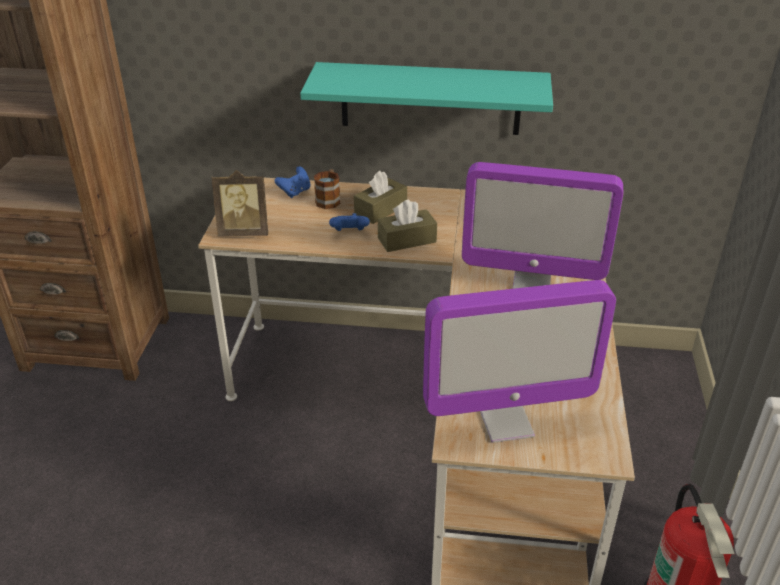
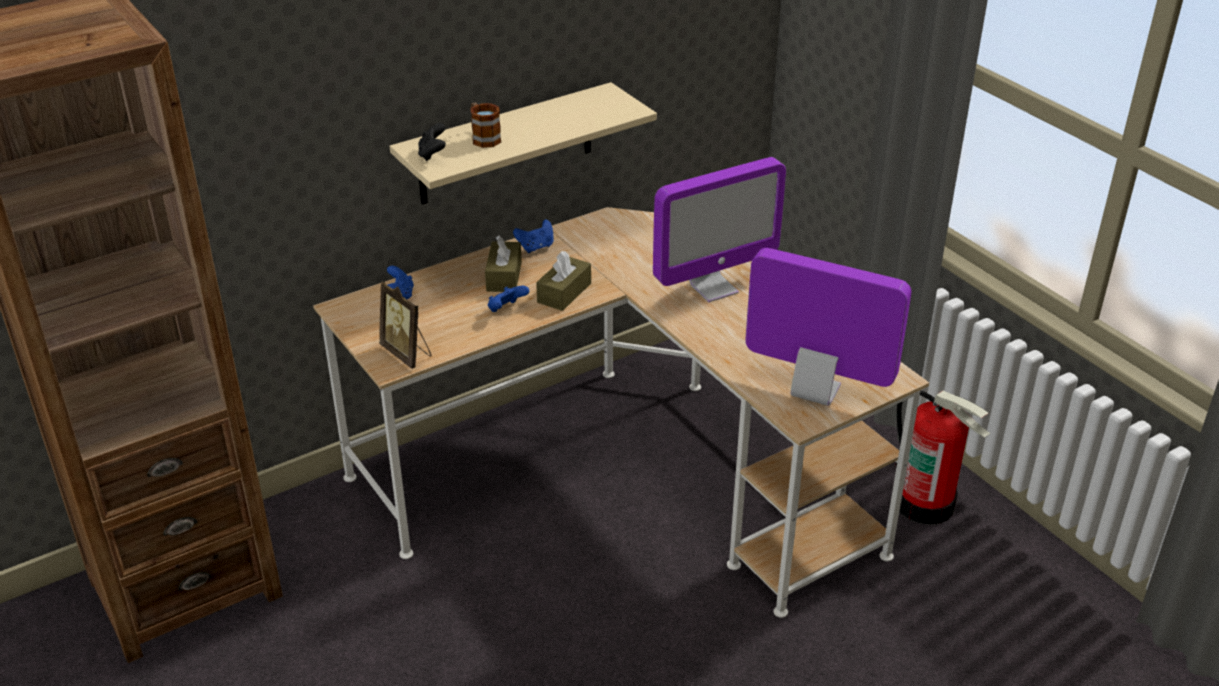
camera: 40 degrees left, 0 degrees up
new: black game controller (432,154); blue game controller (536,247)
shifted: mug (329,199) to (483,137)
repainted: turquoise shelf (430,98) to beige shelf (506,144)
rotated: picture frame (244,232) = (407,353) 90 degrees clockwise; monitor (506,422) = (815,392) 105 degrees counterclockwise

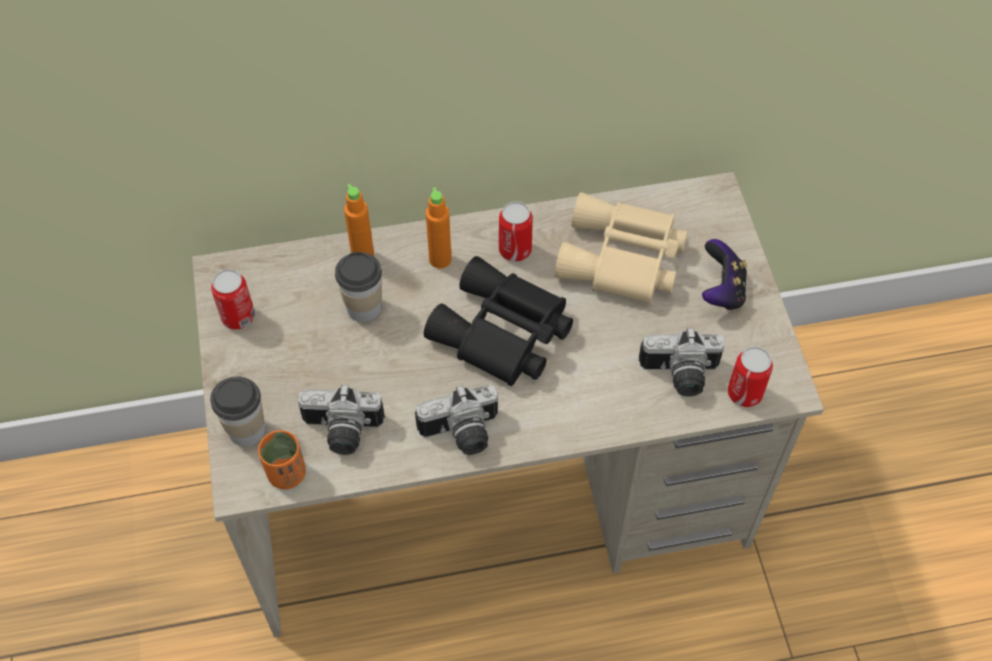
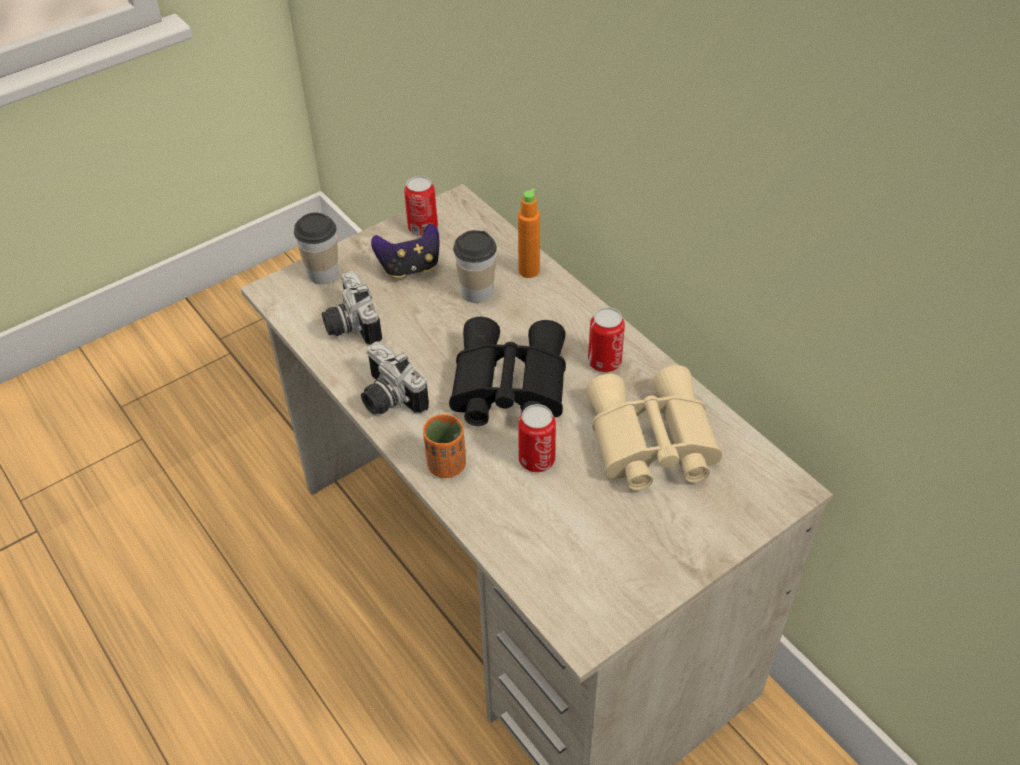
camera: 65 degrees right, 10 degrees down
gone: orange bottle (440,259); photo camera (680,376)
shifted: orange cup (286,473) to (446,465); game controller (721,291) to (410,268); can (744,393) to (536,460)

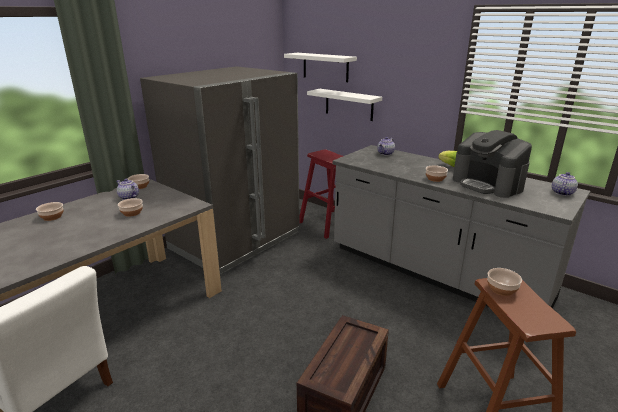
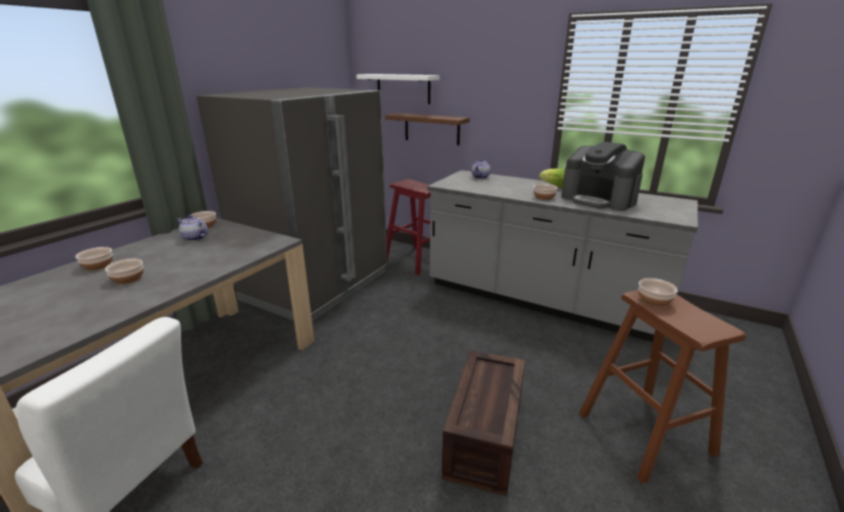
camera: 10 degrees left, 0 degrees up
gone: teapot (561,192)
shifted: bowl (131,213) to (128,279)
repainted: white shelf (349,104) to brown shelf (432,129)

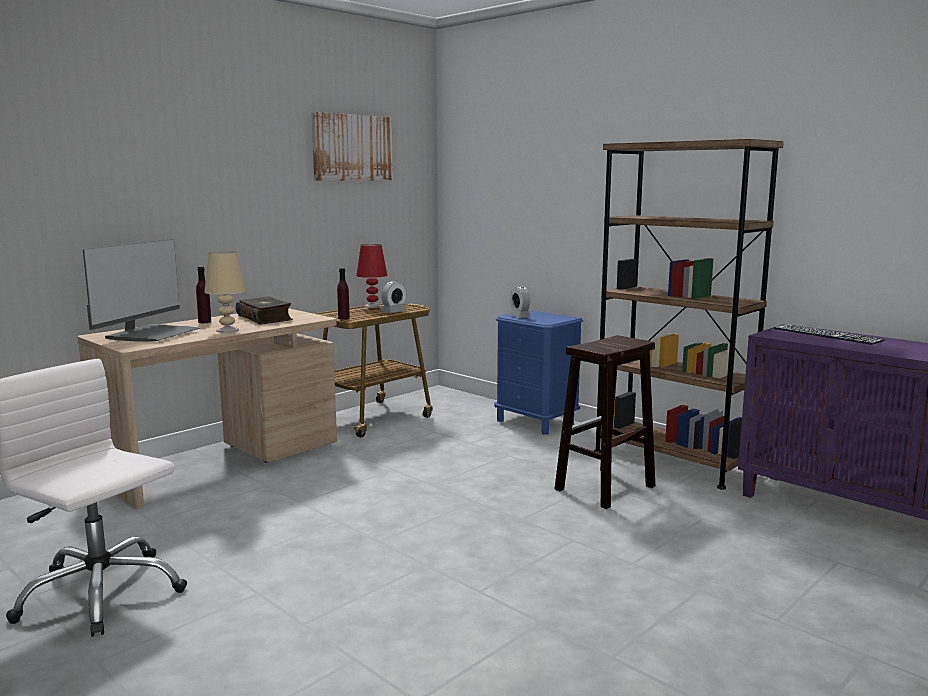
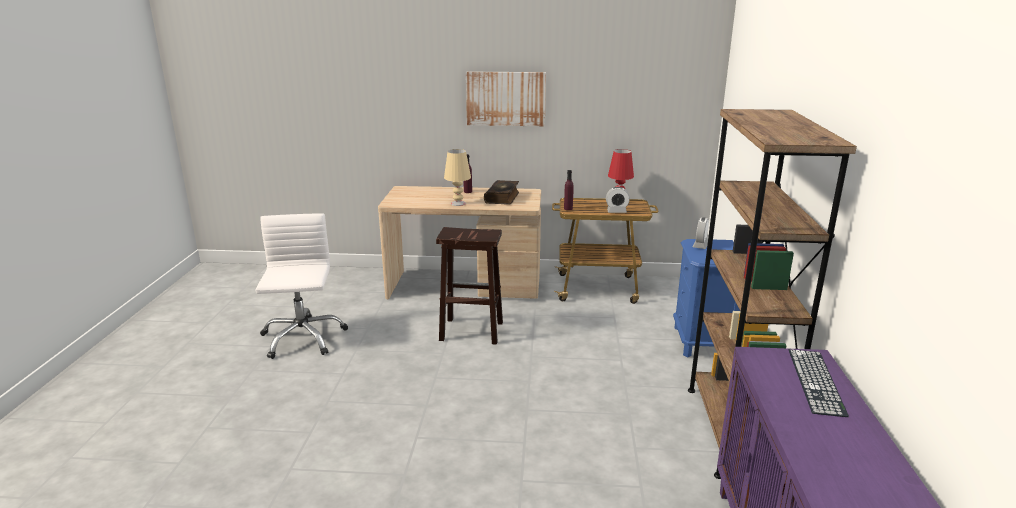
camera: 50 degrees right, 10 degrees up
gone: monitor (151,334)
shifted: picture (352,148) to (506,98); brown stool (604,488) to (470,331)

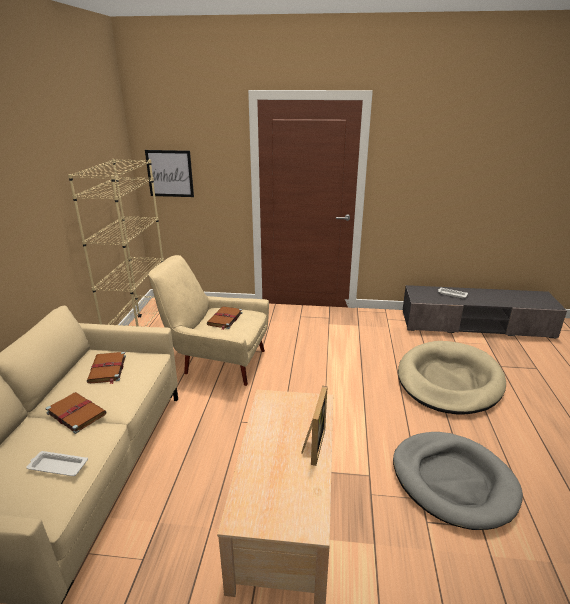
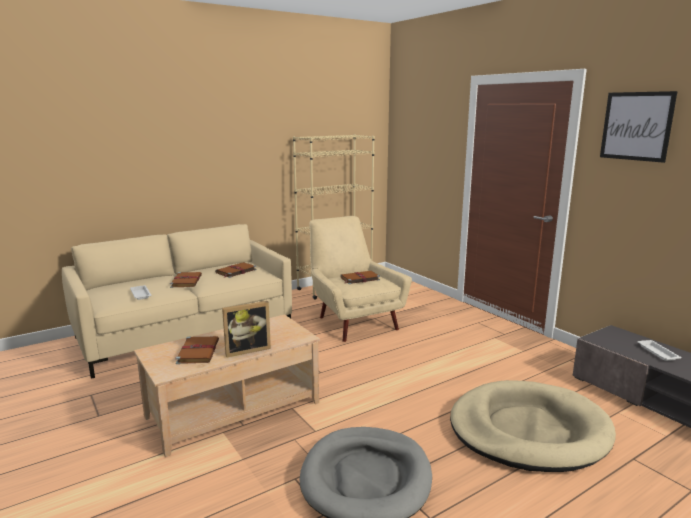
camera: 50 degrees right, 10 degrees down
new: brown book (198,351)
shifted: picture (170,173) to (636,126)

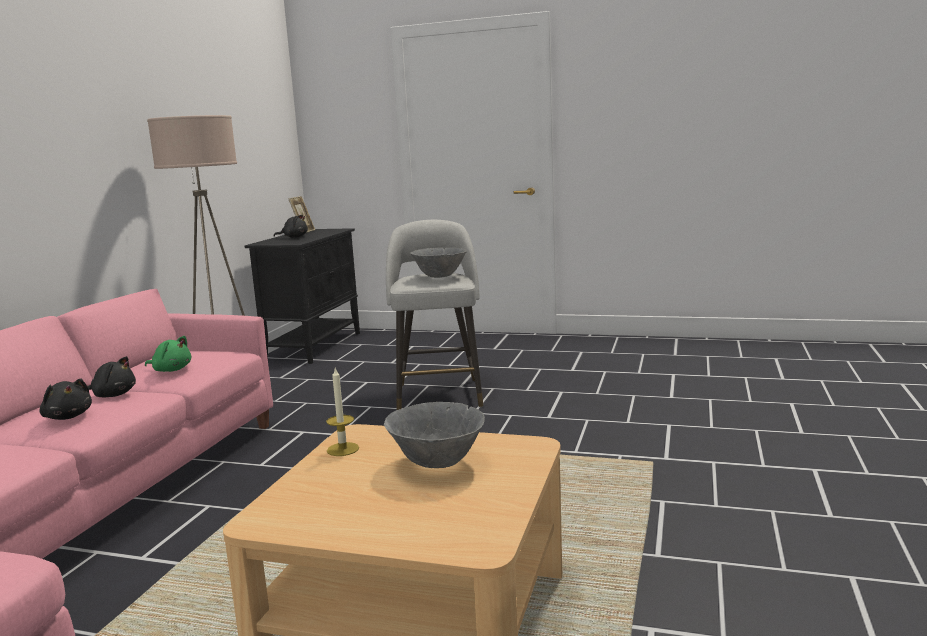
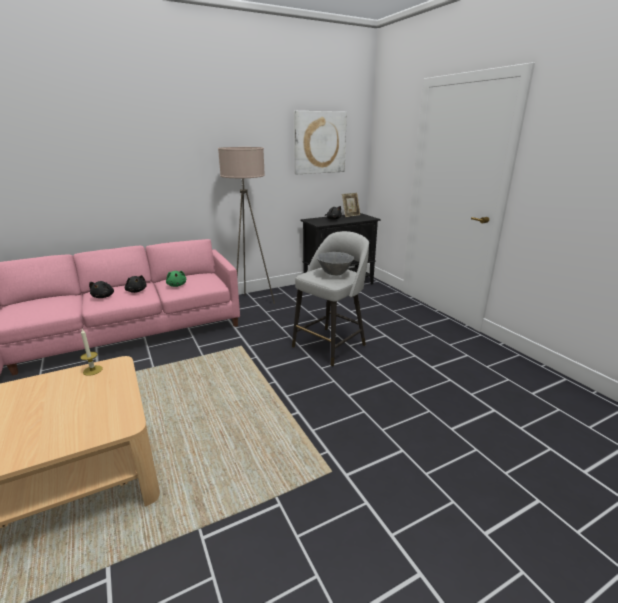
camera: 45 degrees right, 10 degrees up
gone: grey bowl (437,464)
new: picture (319,142)

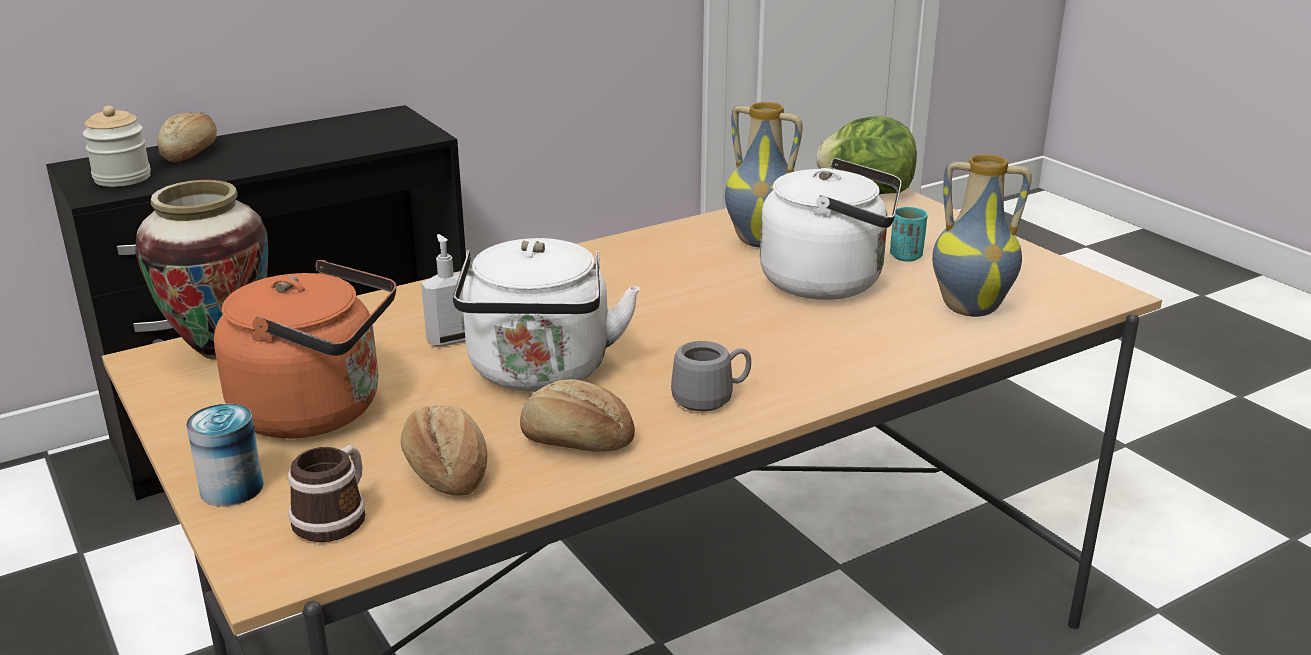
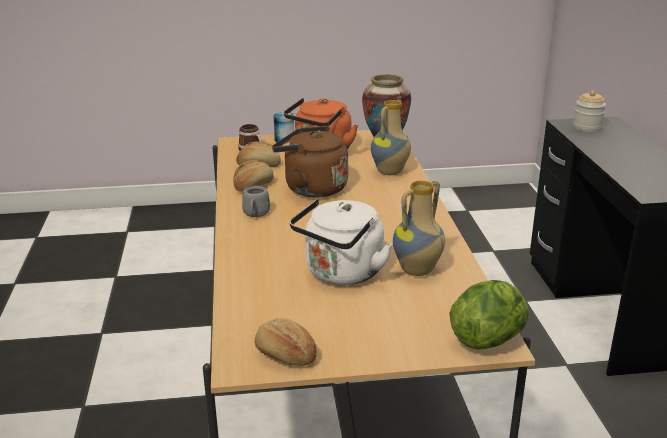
camera: 115 degrees right, 0 degrees up
gone: soap dispenser (450,339); turquoise cup (906,256)
shifted: bread (191,152) to (285,355); vase (970,308) to (390,172)
repainted: white kettle (540,373) to brown kettle (312,188)

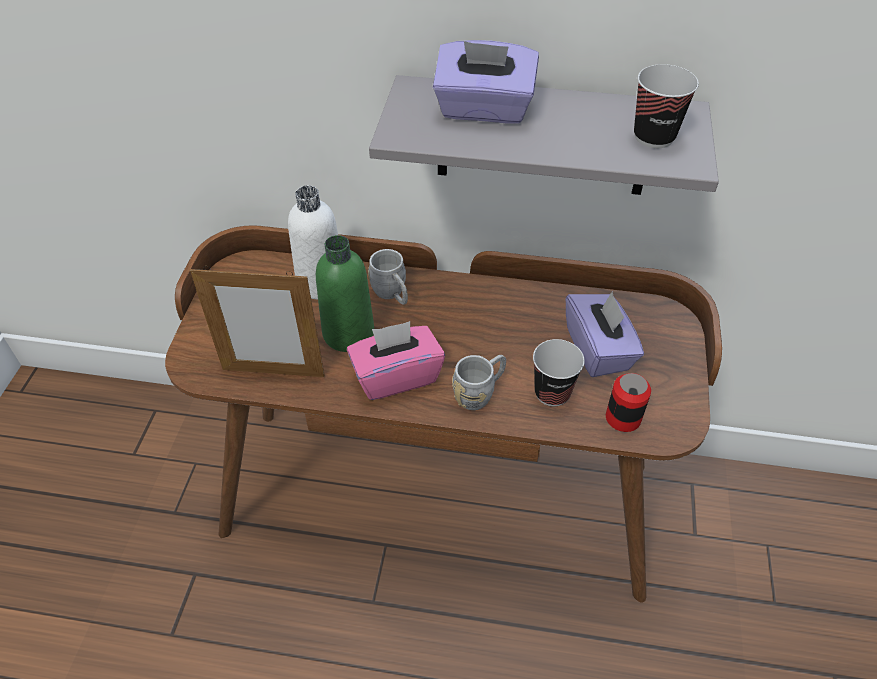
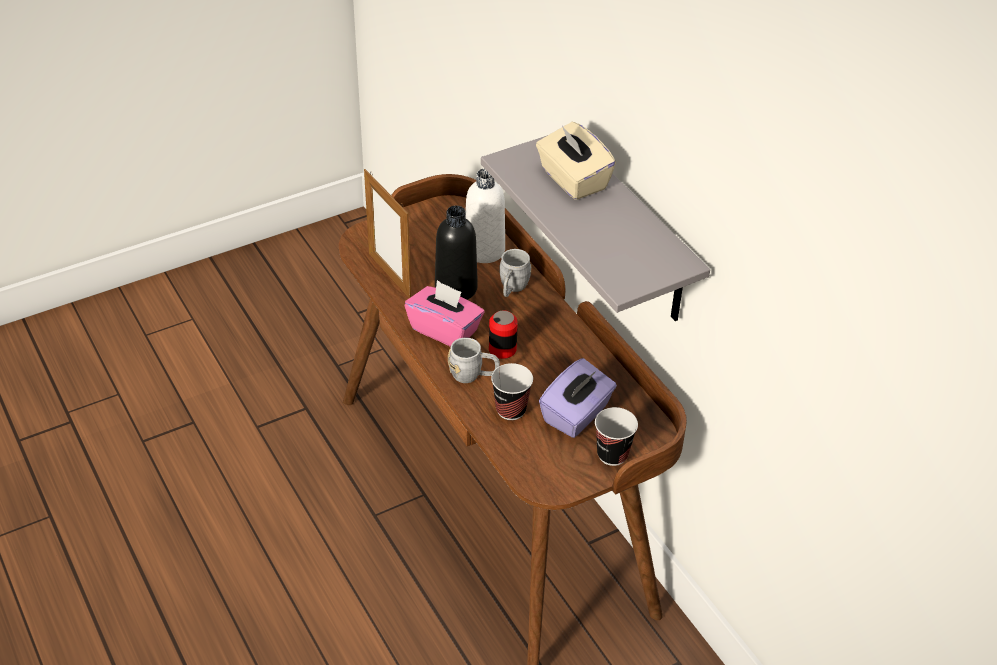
camera: 50 degrees right, 5 degrees down
shifted: can (623,418) to (502,349); cup (654,137) to (612,454)
repainted: green bottle (348,333) to black bottle (456,288); purple tissue box (484,110) to beige tissue box (572,180)

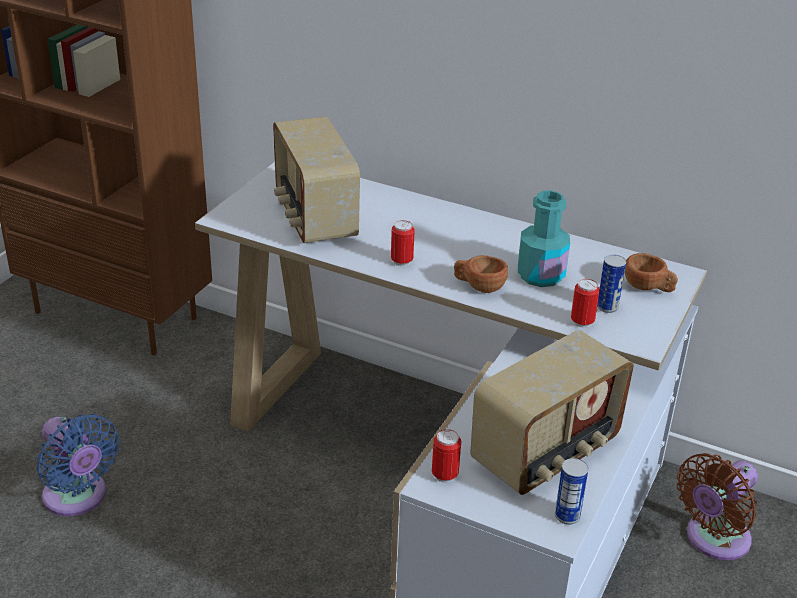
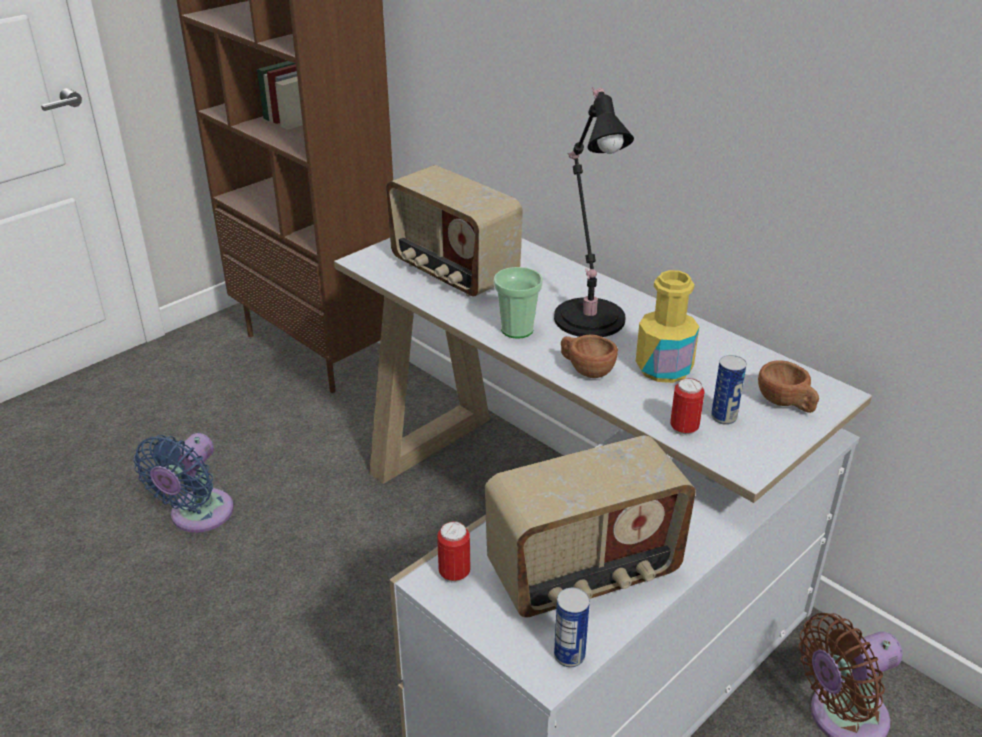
camera: 20 degrees right, 0 degrees up
new: black table lamp (588,315)
swapped: can (401,261) to cup (517,330)
repainted: turquoise bottle (540,275) to yellow bottle (664,368)
rotated: blue fan (78,498) = (198,516) 45 degrees clockwise; radio (314,218) = (453,272) 45 degrees counterclockwise

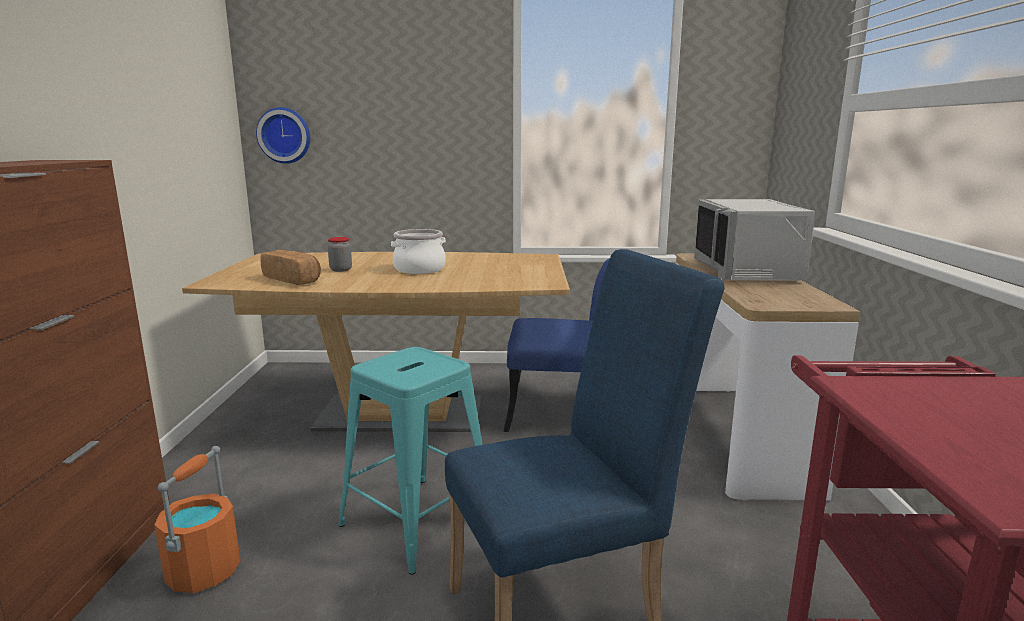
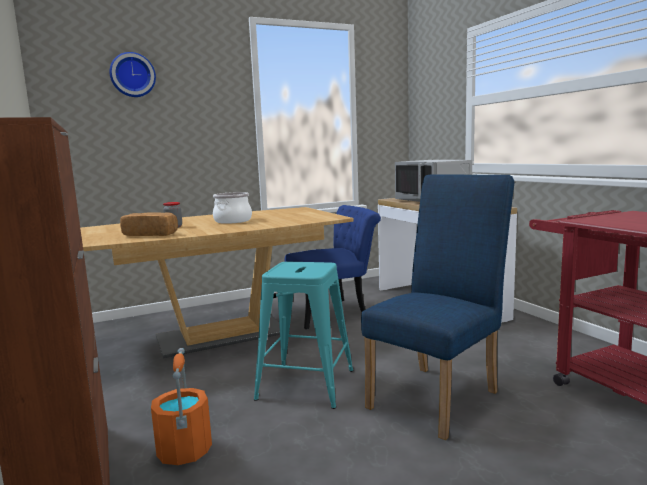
camera: 25 degrees left, 5 degrees down
shifted: wall clock (285,135) to (132,75)

